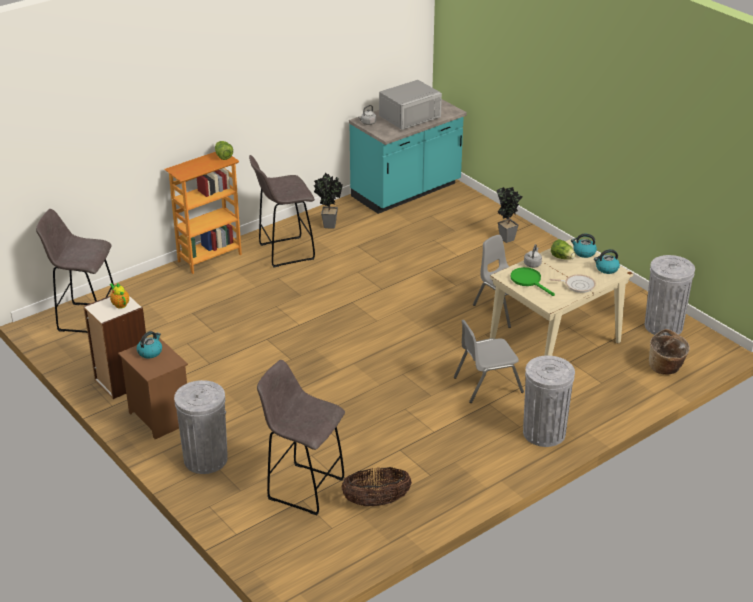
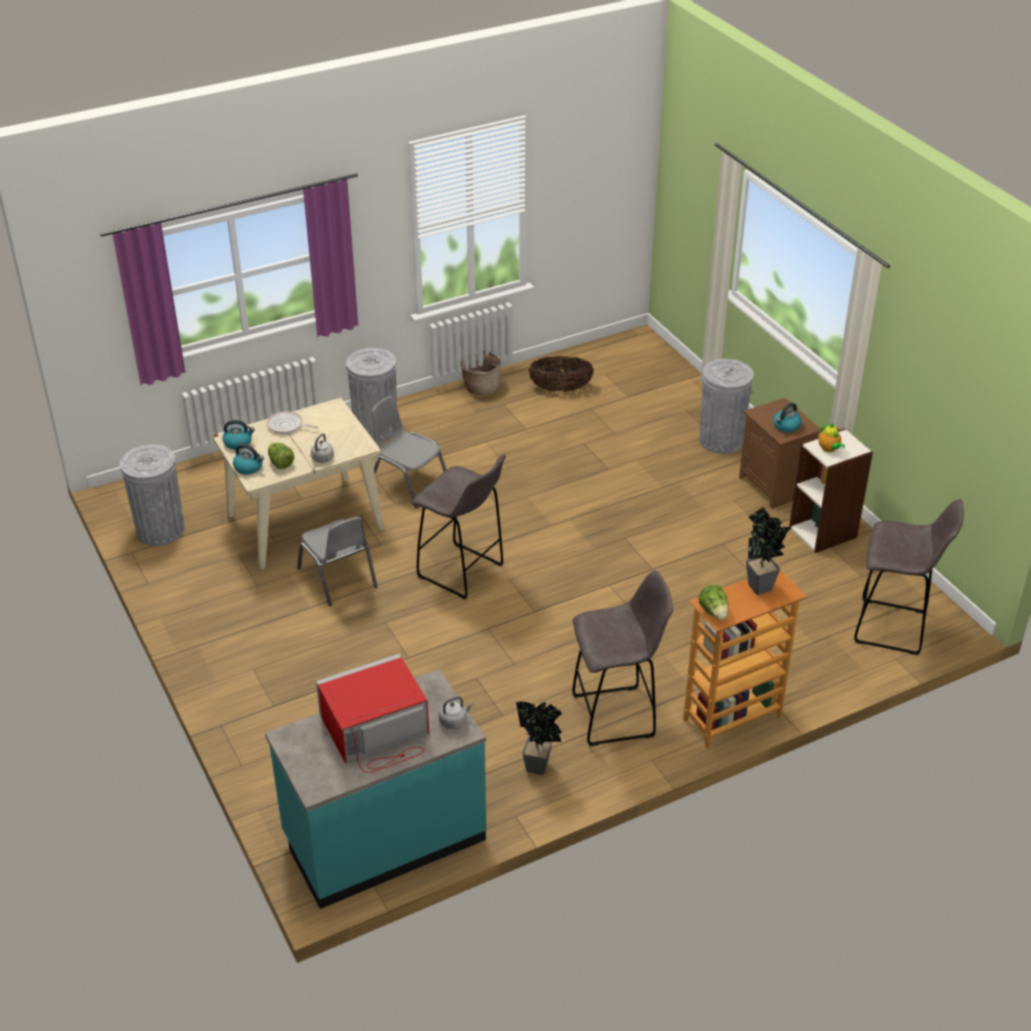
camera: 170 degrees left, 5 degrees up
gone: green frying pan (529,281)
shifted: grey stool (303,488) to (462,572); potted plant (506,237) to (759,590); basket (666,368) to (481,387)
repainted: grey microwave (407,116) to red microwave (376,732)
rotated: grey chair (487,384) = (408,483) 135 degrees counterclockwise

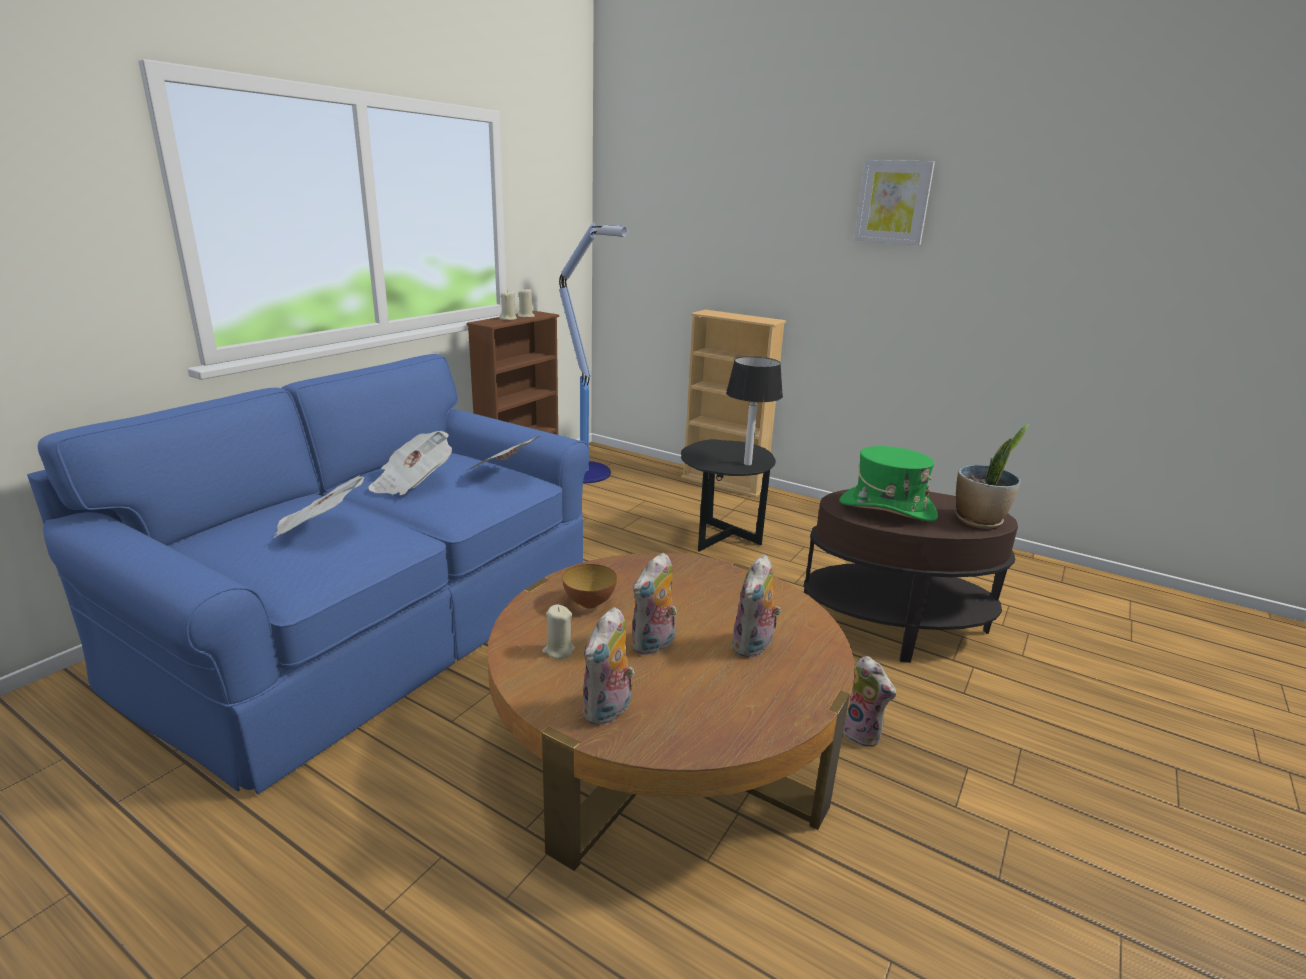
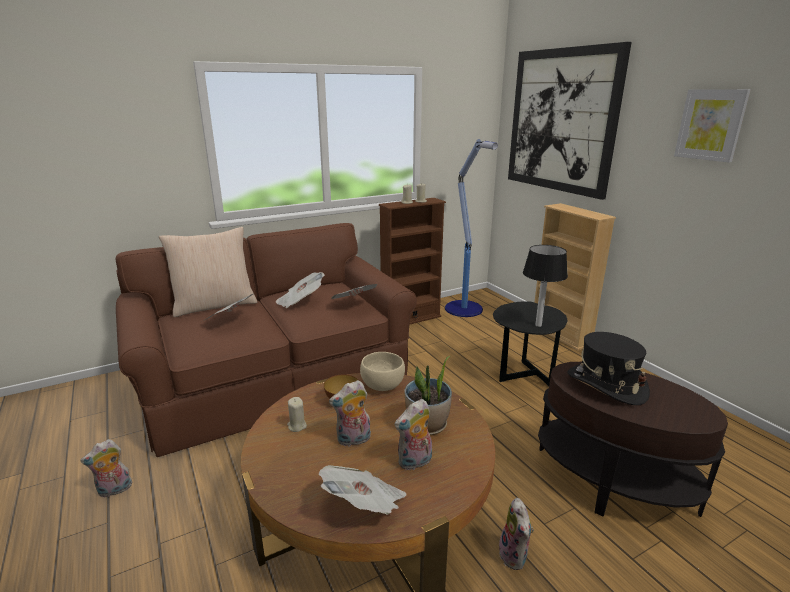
camera: 30 degrees right, 0 degrees up
new: beige pillow (215,305); newspaper (365,505); beige bowl (382,386); picture (561,121)
shifted: plush toy (608,711) to (114,490); potted plant (979,521) to (427,425)
repainted: blue sofa (375,621) to brown sofa (276,378); green hat (887,508) to black hat (606,385)

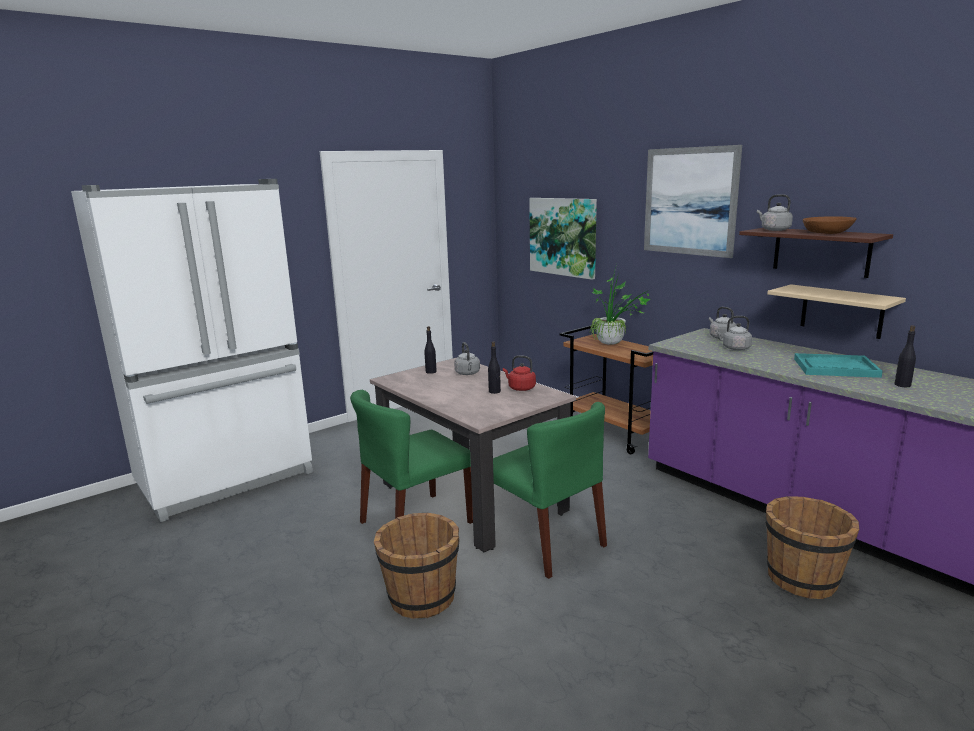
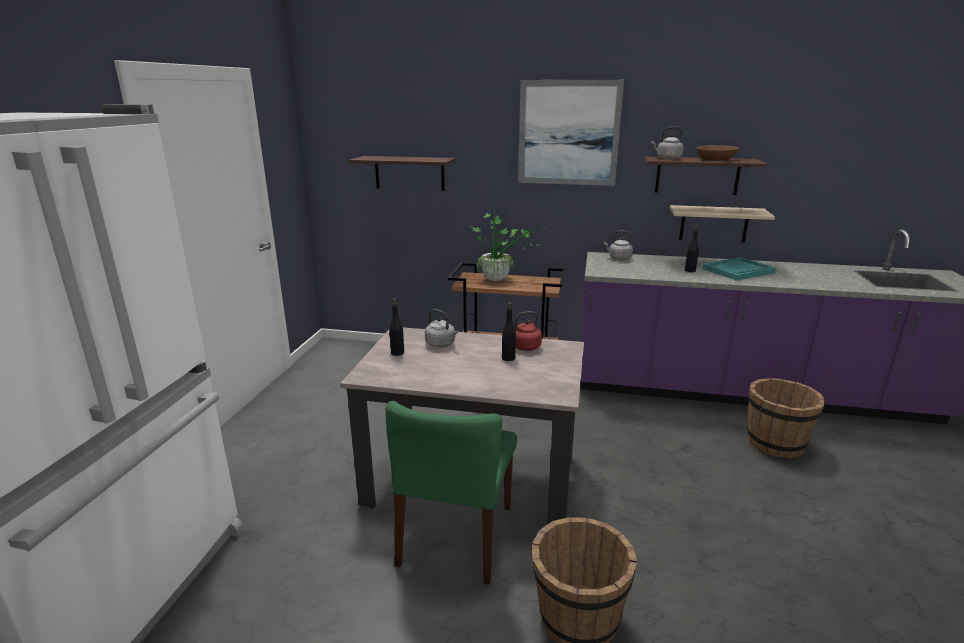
camera: 40 degrees left, 5 degrees up
gone: green chair (545,541); grey kettle (734,348)
shifted: black bottle (902,385) to (690,270)
swapped: picture (563,236) to shelf (409,173)

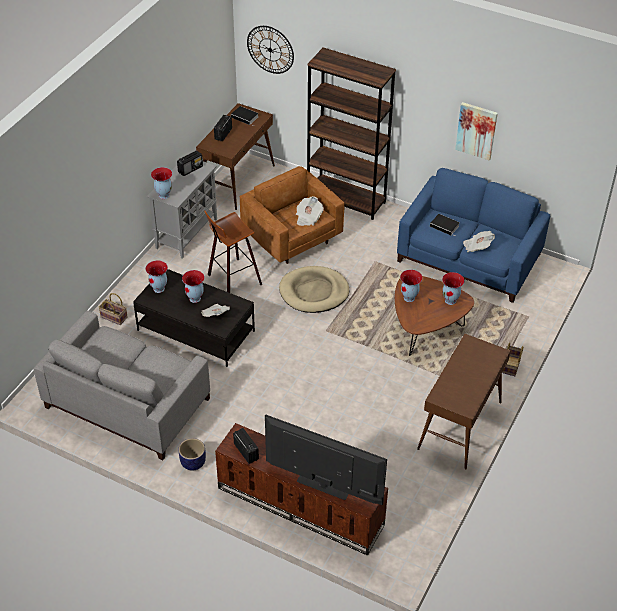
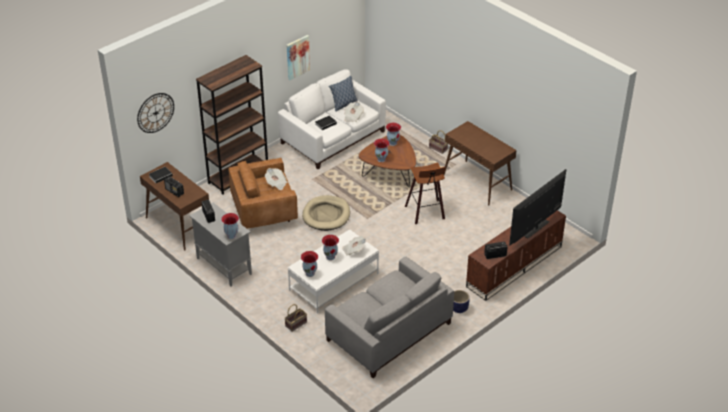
camera: 70 degrees left, 5 degrees down
new: pillow (343,105)
shifted: stool (232,279) to (426,213)
repainted: black coffee table (195,331) to white coffee table (334,282); blue sofa (469,258) to white sofa (333,137)

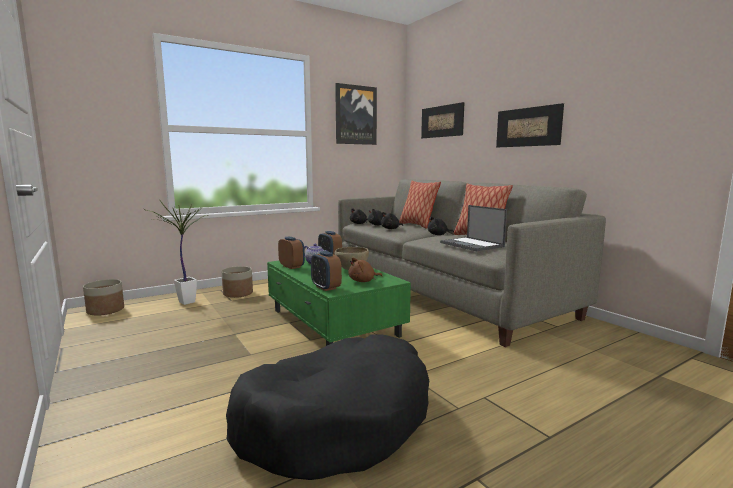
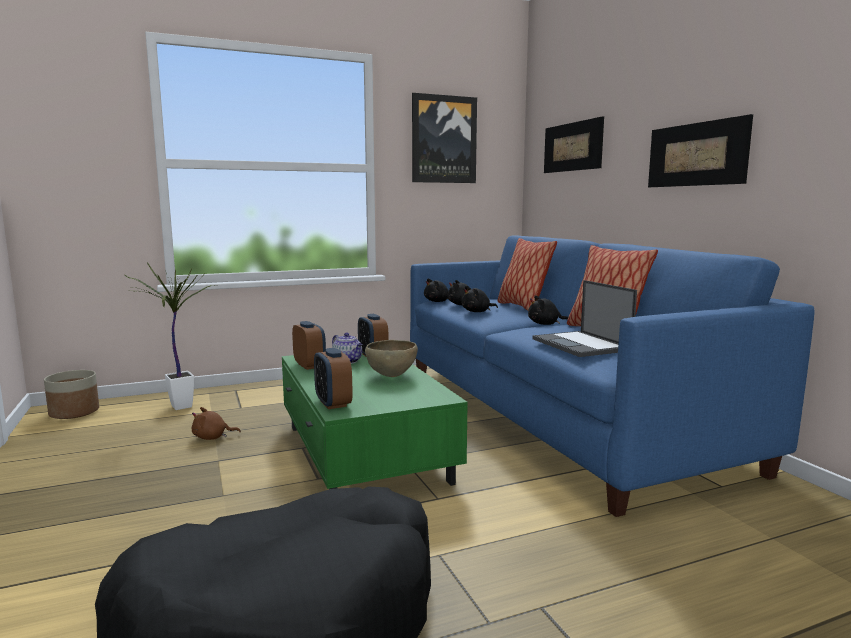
camera: 10 degrees right, 0 degrees up
gone: planter (238,293)
shifted: brown plush toy (363,281) to (212,437)
repainted: grey sofa (443,293) to blue sofa (554,414)

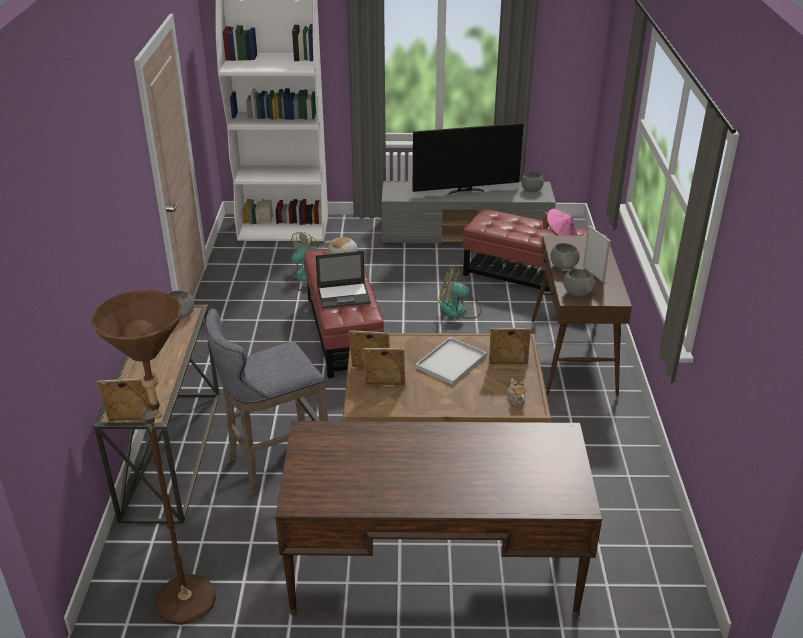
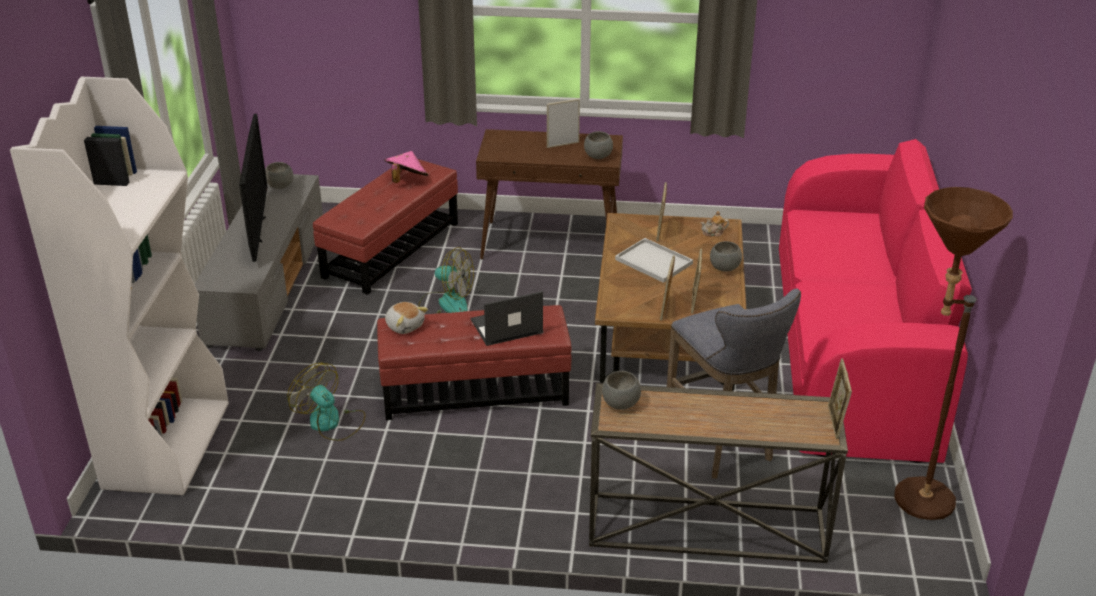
camera: 85 degrees left, 0 degrees up
shifted: grey bowl (563,266) to (724,268)
swapped: brown desk (433,567) to pink sofa (852,349)
rotated: laptop (344,295) = (506,327) 105 degrees counterclockwise; fan (459,310) = (445,303) 90 degrees counterclockwise

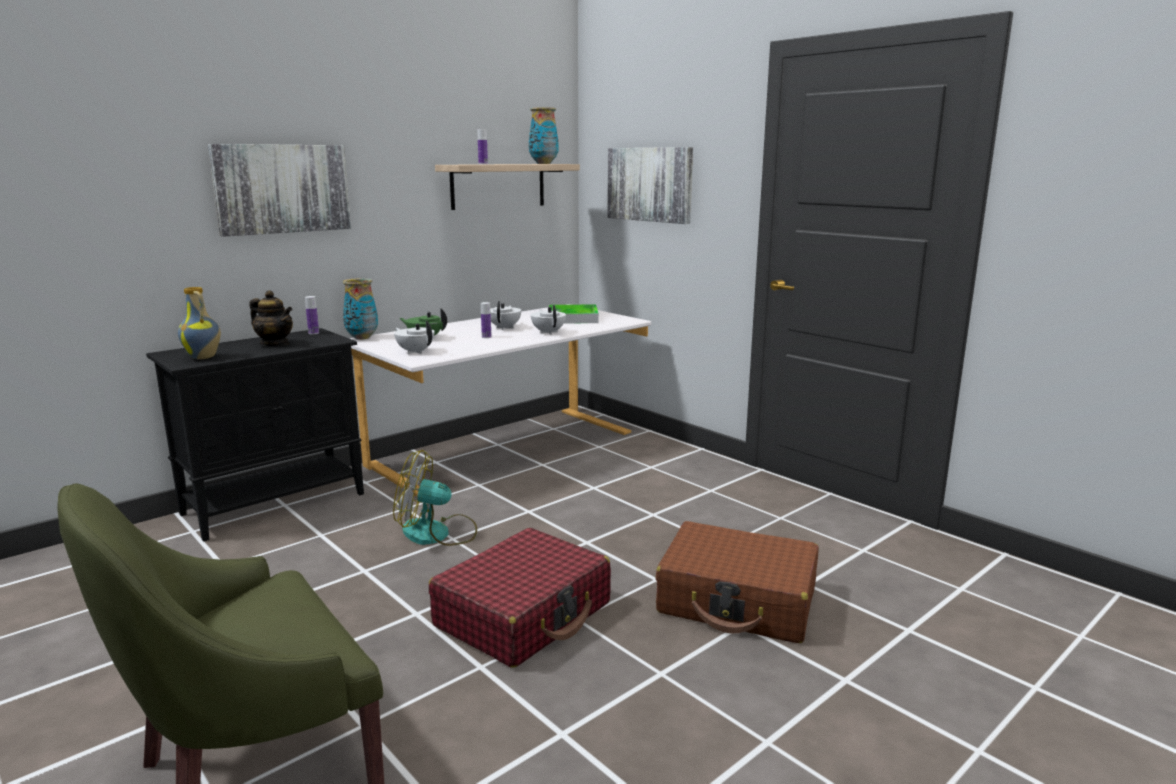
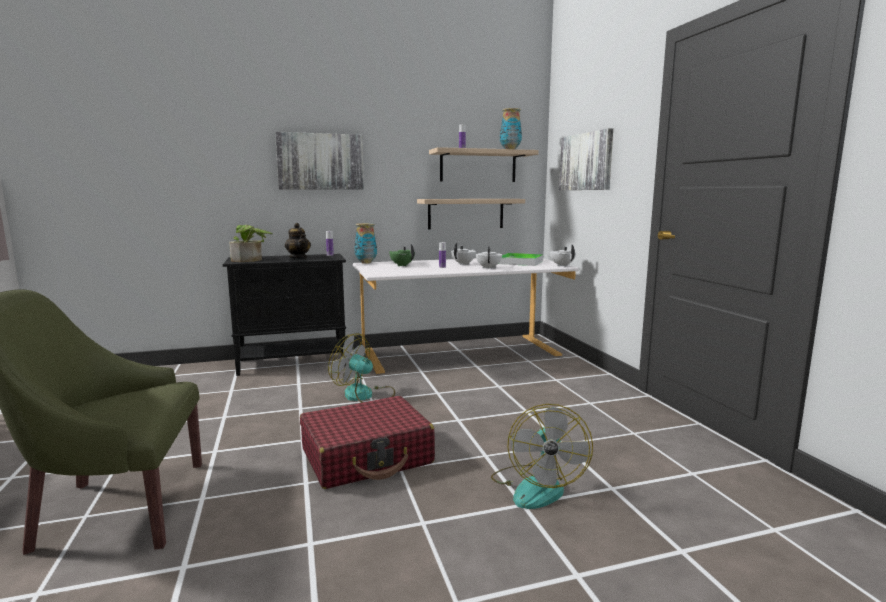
camera: 25 degrees right, 5 degrees down
new: shelf (466,213)
shifted: white teapot (415,352) to (562,265)
swapped: vase (204,357) to potted plant (250,260); brown suitcase (738,601) to fan (536,486)

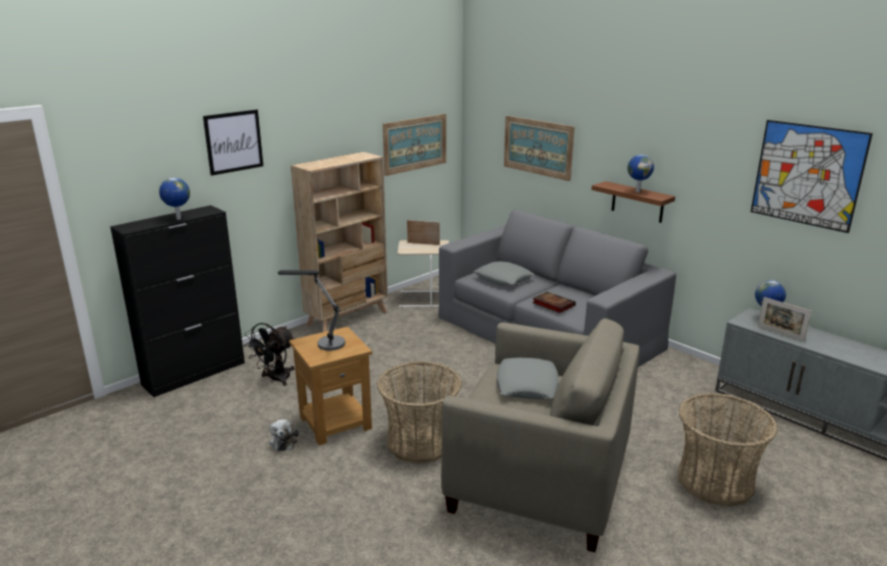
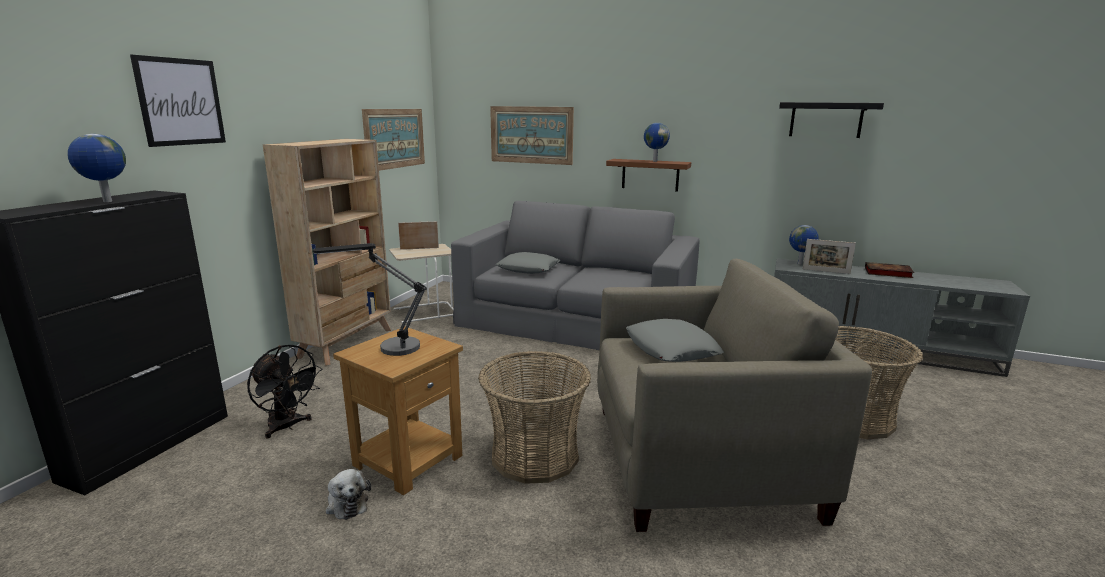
camera: 25 degrees left, 5 degrees down
shifted: book (552,304) to (886,273)
swapped: picture (807,175) to black shelf (826,120)
rotated: black fan (275,379) = (287,427) 60 degrees counterclockwise

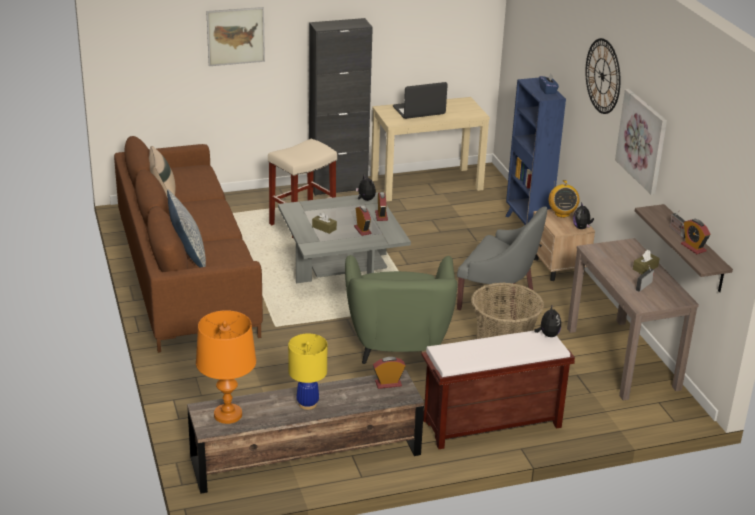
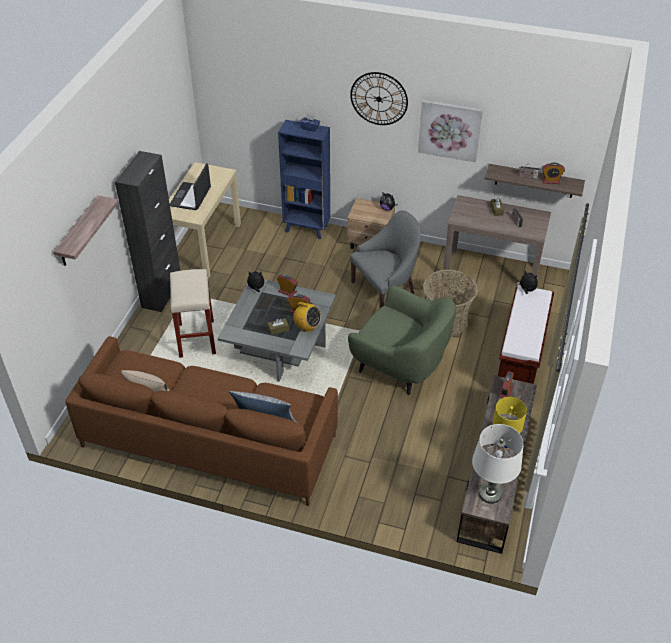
camera: 55 degrees left, 15 degrees up
shifted: radio (562,214) to (307,327)
swapped: picture (235,36) to shelf (78,232)
repainted: orange table lamp (227,415) to white table lamp (490,494)

